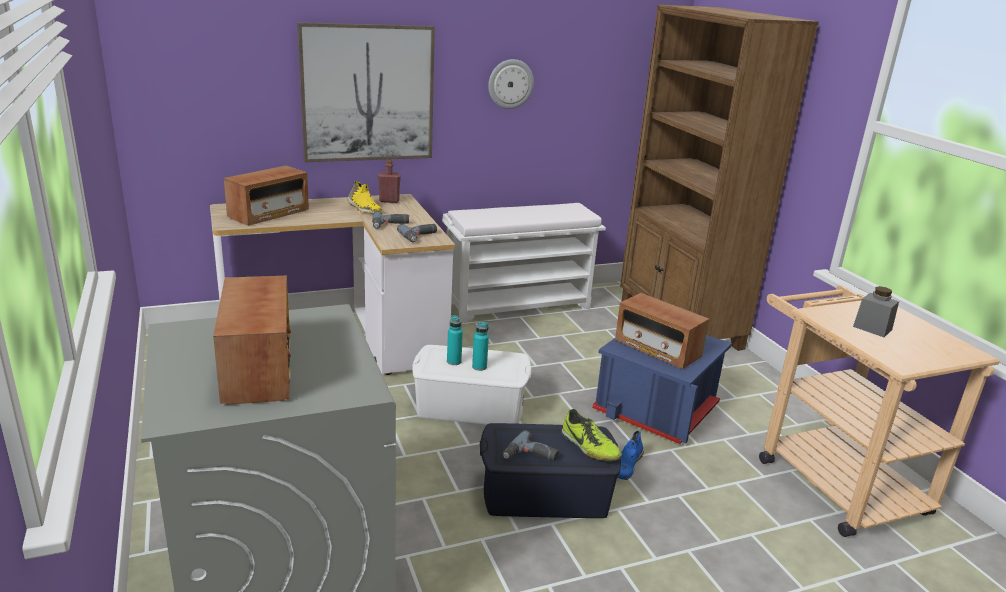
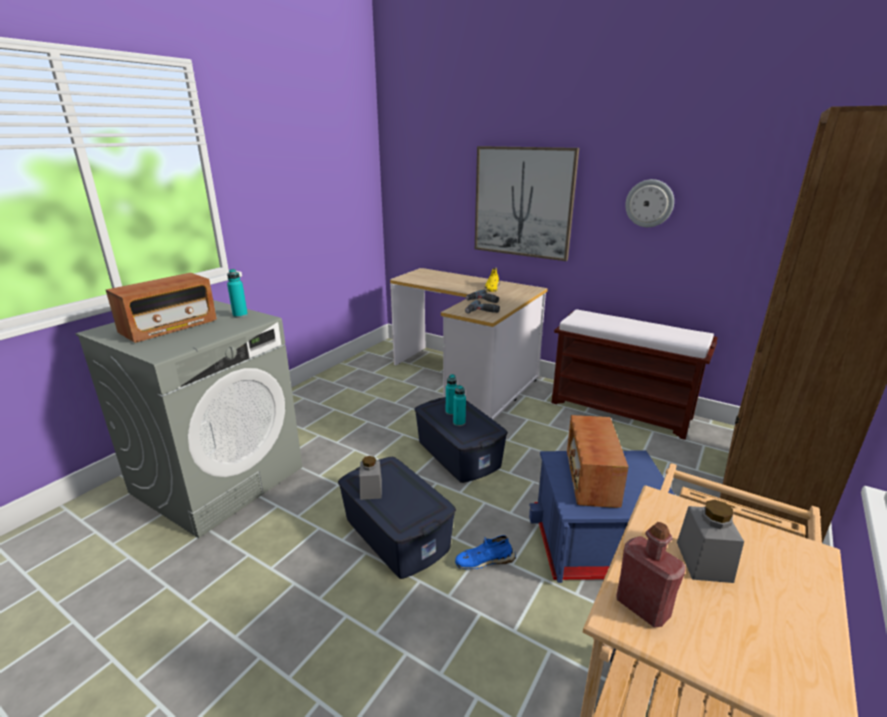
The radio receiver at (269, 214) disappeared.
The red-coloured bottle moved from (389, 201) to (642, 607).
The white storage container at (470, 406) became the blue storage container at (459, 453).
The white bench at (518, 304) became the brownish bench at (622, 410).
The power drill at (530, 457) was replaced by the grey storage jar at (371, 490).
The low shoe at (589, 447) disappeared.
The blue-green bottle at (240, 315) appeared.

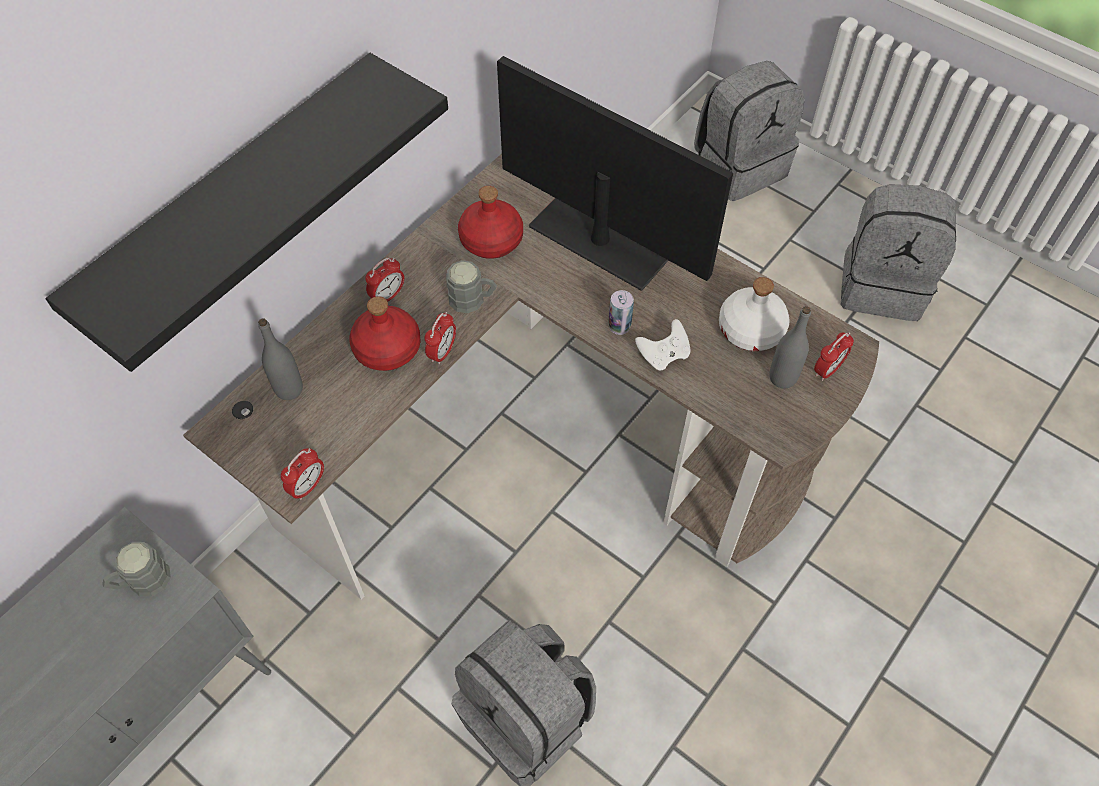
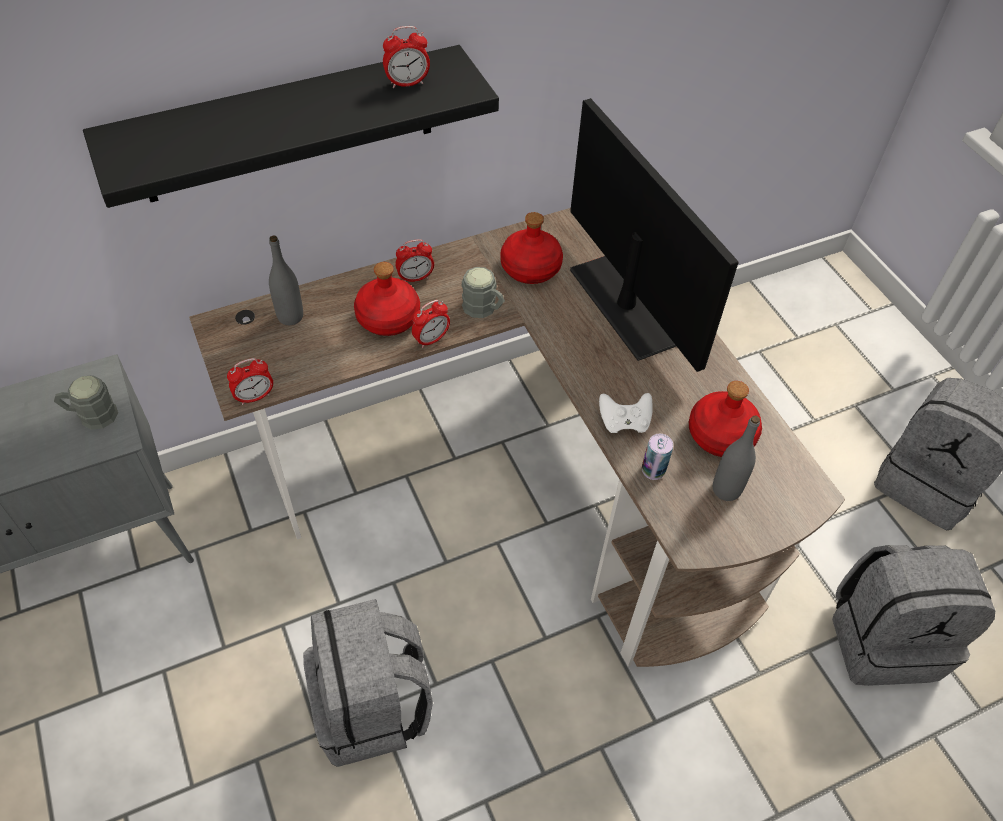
The can moved from (619, 326) to (653, 470).
The grey backpack moved from (739, 166) to (883, 638).
The white bottle at (751, 330) became the red-coloured bottle at (720, 436).
The table clock moved from (827, 370) to (407, 83).

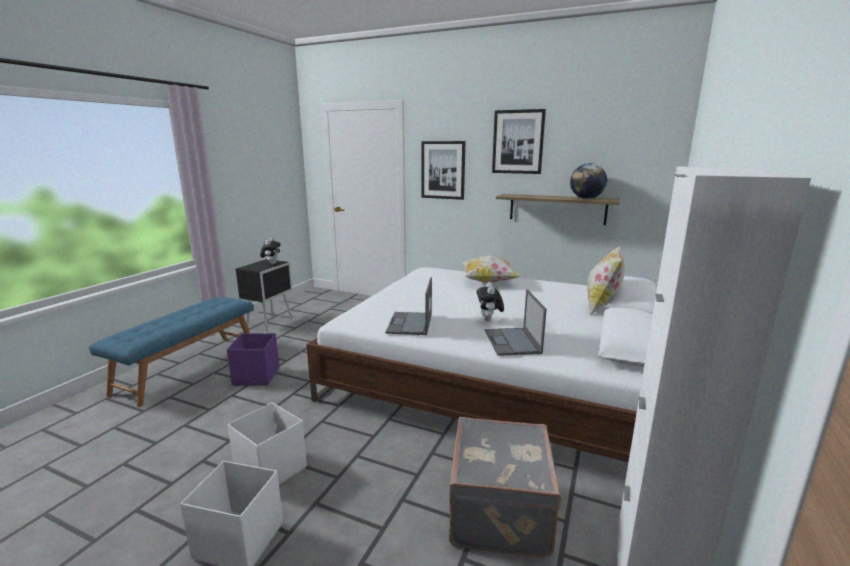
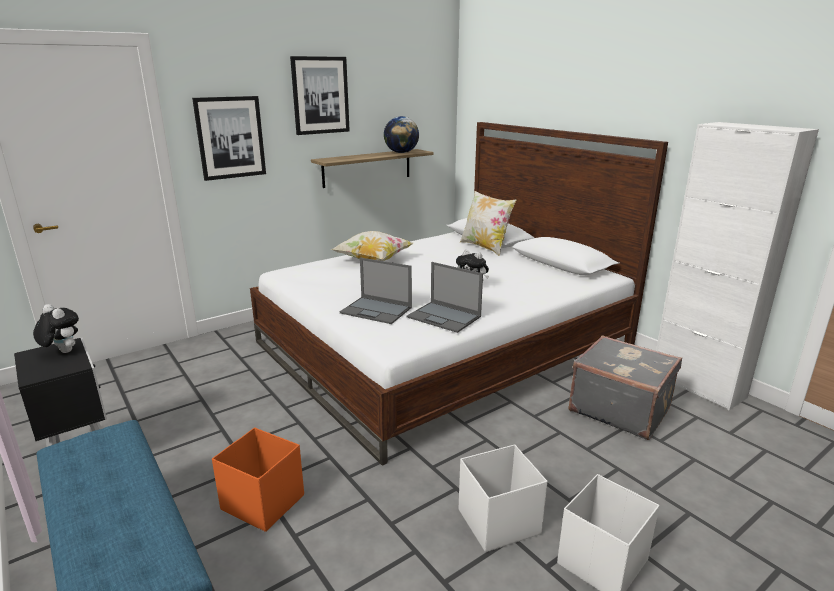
The purple-coloured storage container at (257, 376) became the orange storage container at (262, 502).
The laptop moved from (512, 342) to (377, 310).

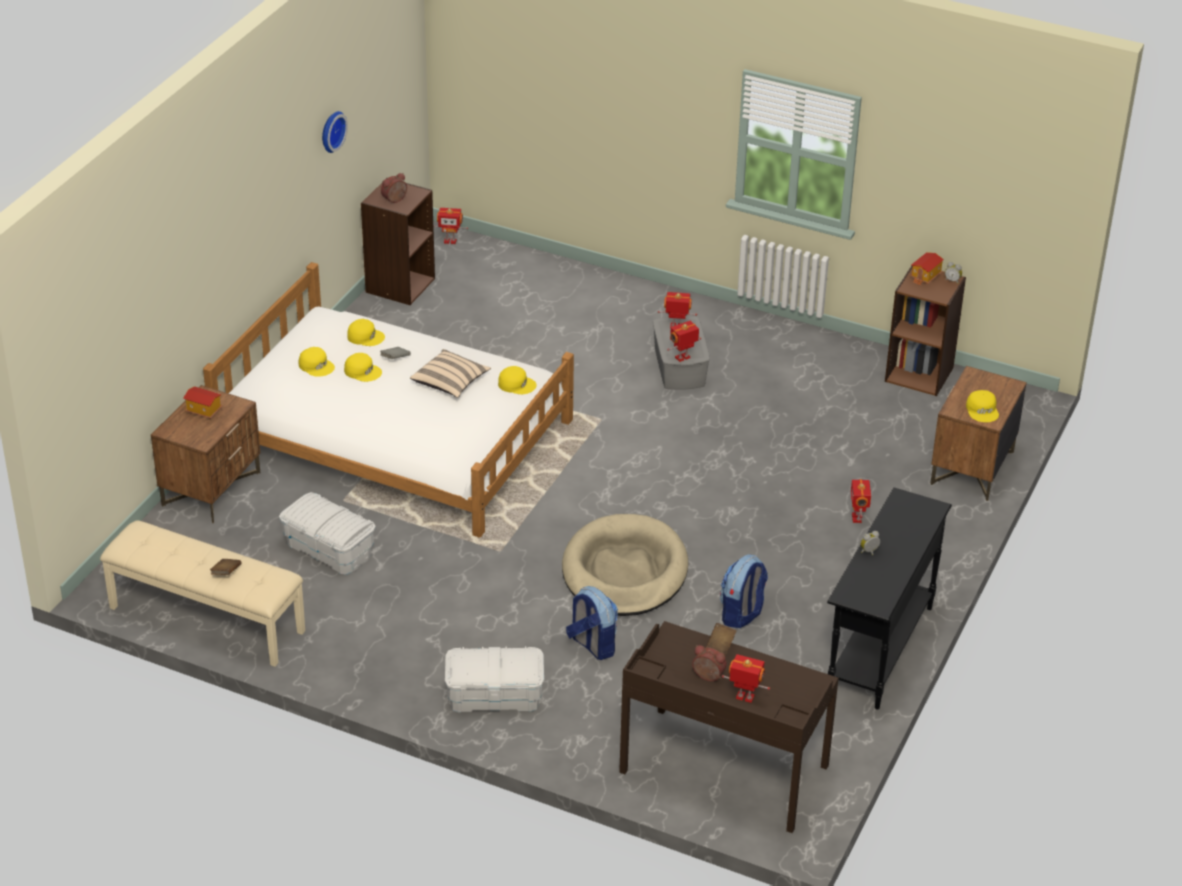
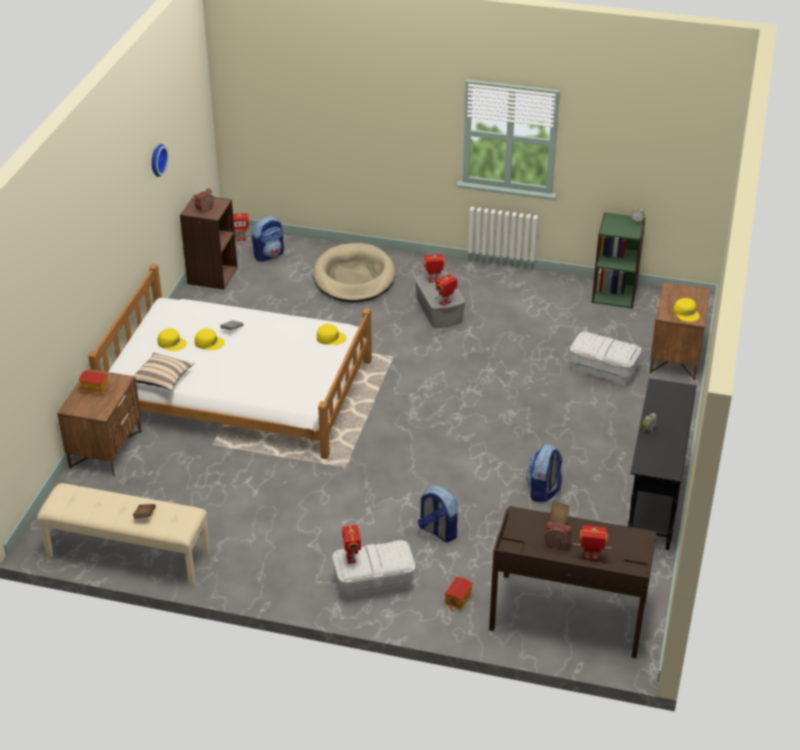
The white storage container moved from (328, 549) to (603, 370).
The yellow cap at (365, 336) disappeared.
The sand-coloured pillow moved from (450, 383) to (163, 379).
The sand-coloured dog cushion moved from (624, 571) to (354, 277).
The robot figure moved from (857, 518) to (351, 558).
The brownish bookshelf at (919, 374) became the green-coloured bookshelf at (614, 294).
The model house moved from (926, 277) to (458, 600).
The backpack at (269, 255) appeared.

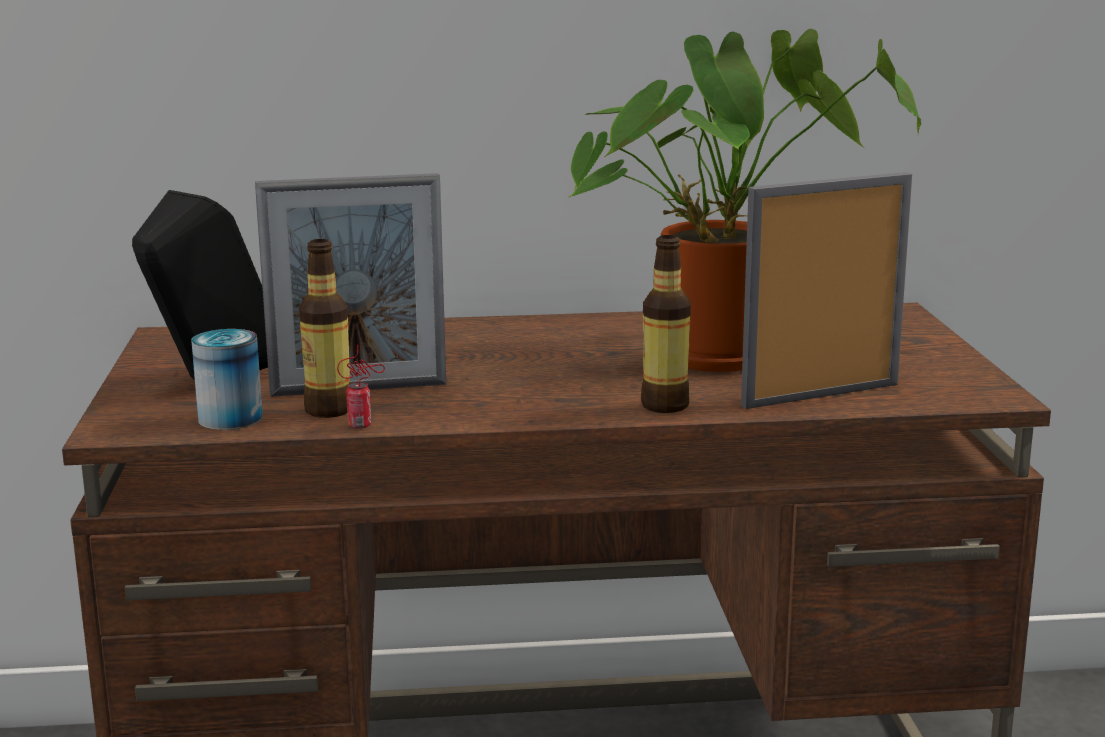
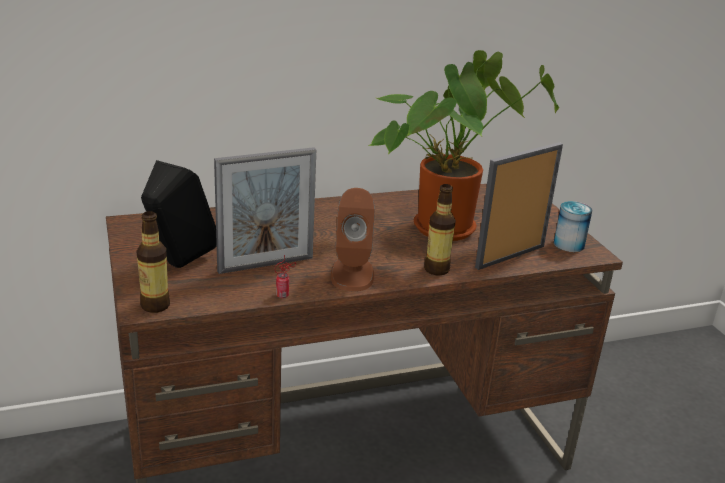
The can moved from (230, 418) to (569, 244).
The bottle moved from (329, 410) to (155, 305).
The brownish loudspeaker at (352, 274) appeared.

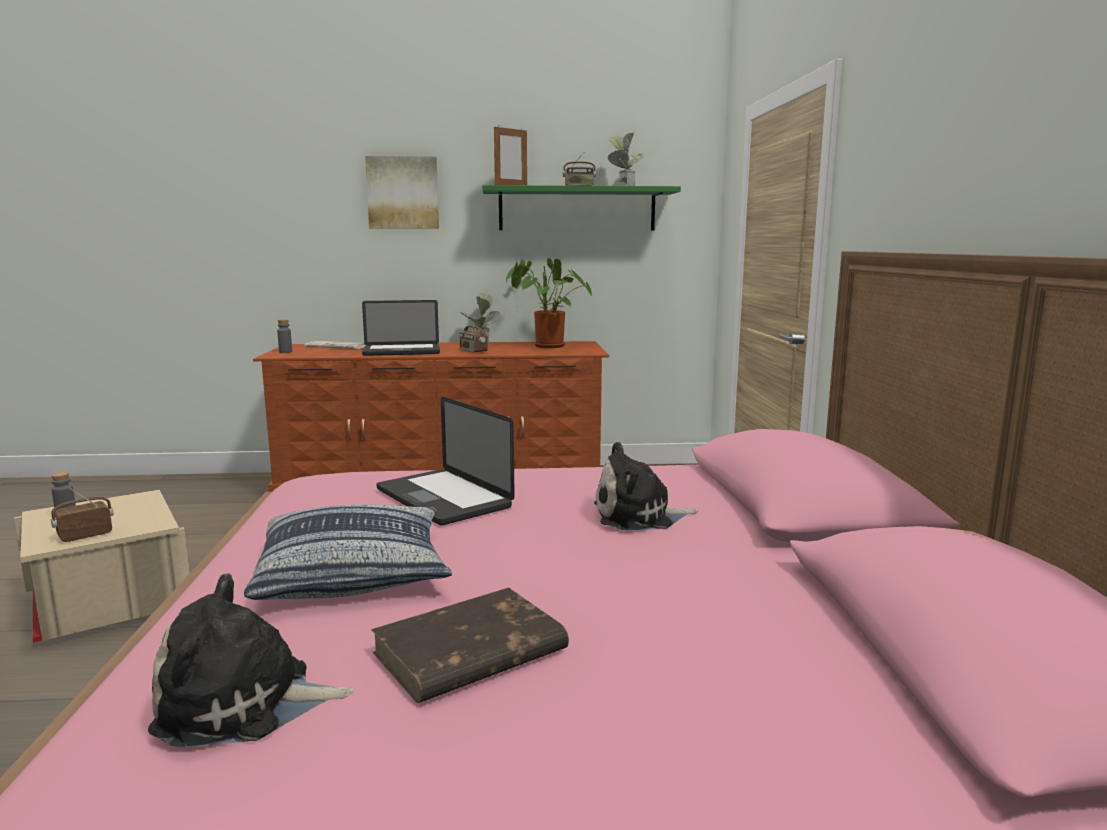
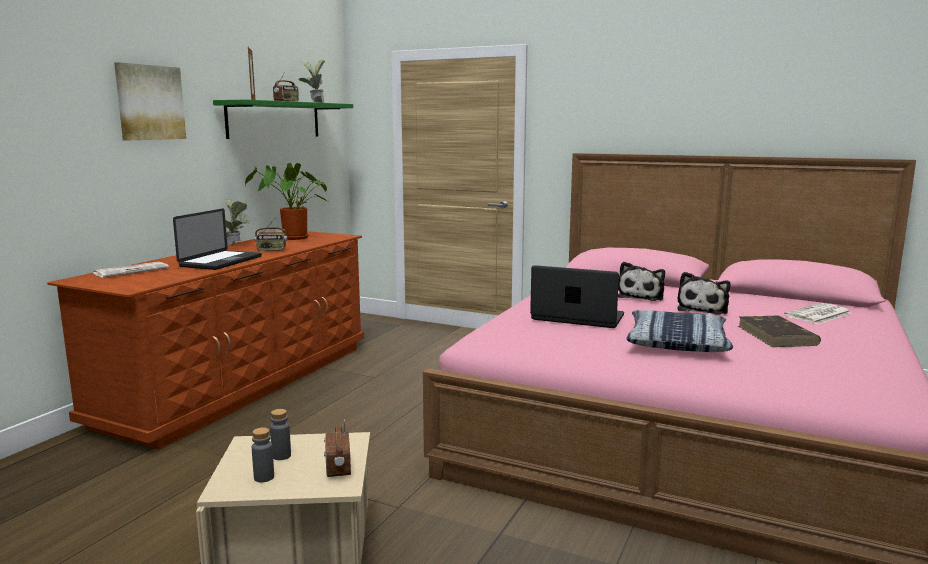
The soft toy moved from (244, 703) to (703, 309).
The grey bottle moved from (285, 352) to (281, 456).
The laptop at (443, 498) turned 150 degrees counterclockwise.
The daily paper at (818, 315) appeared.

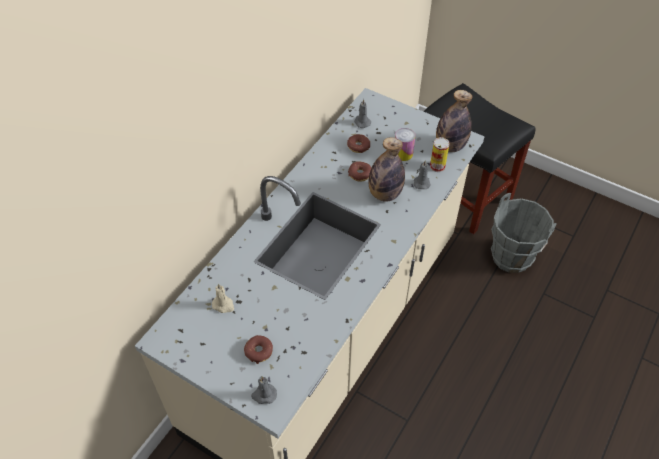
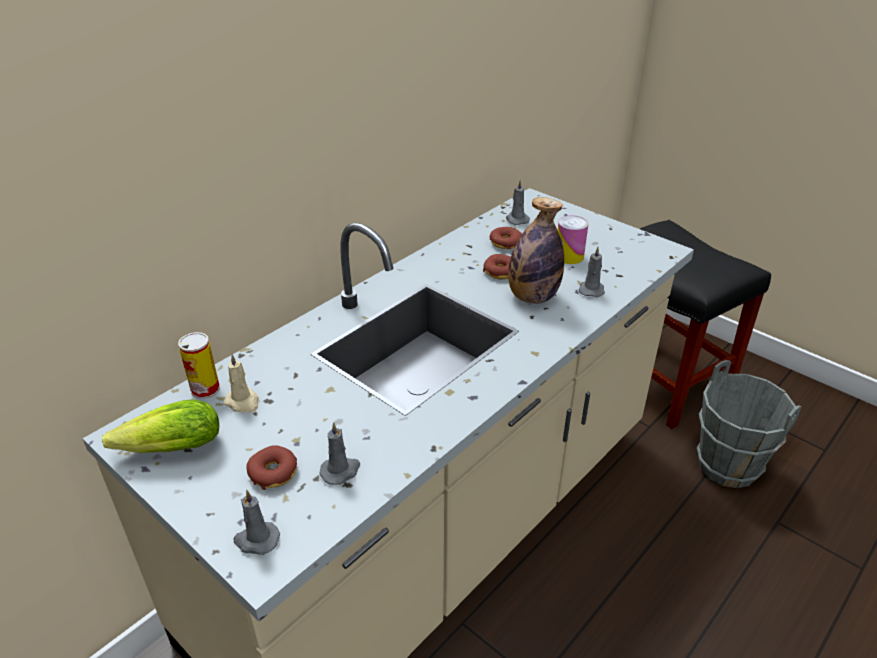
The can moved from (437, 166) to (205, 389).
The bottle at (450, 146) disappeared.
The lettuce at (167, 450) appeared.
The grey candle at (341, 471) appeared.

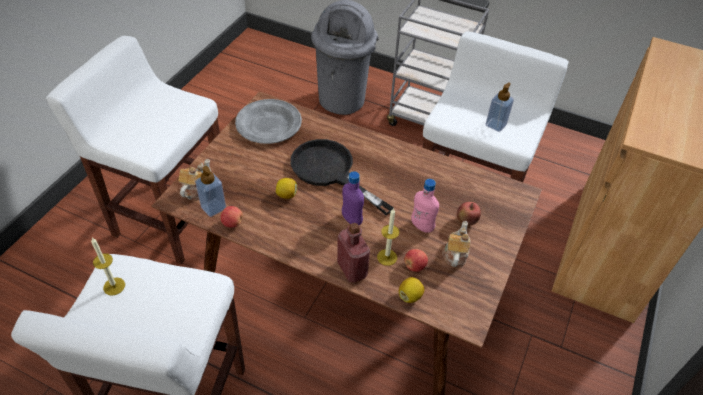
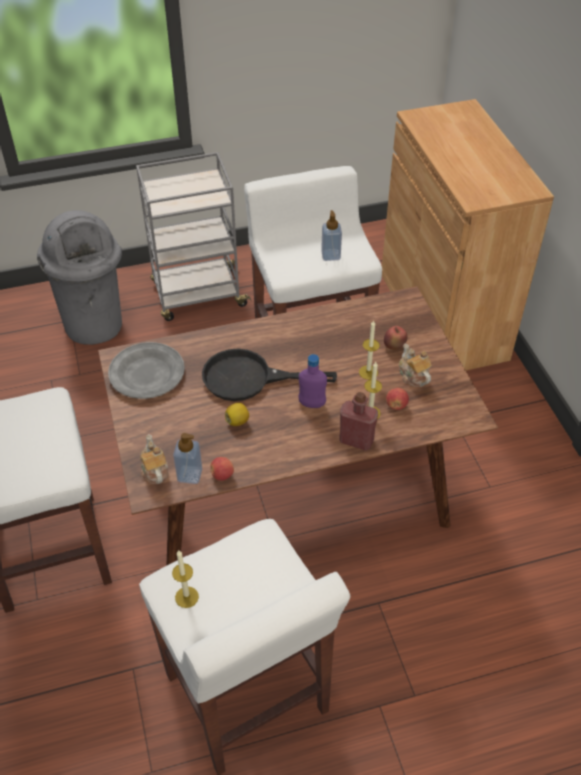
The citrus fruit at (410, 296) disappeared.
The pinkish bottle at (422, 226) was replaced by the candle at (368, 372).

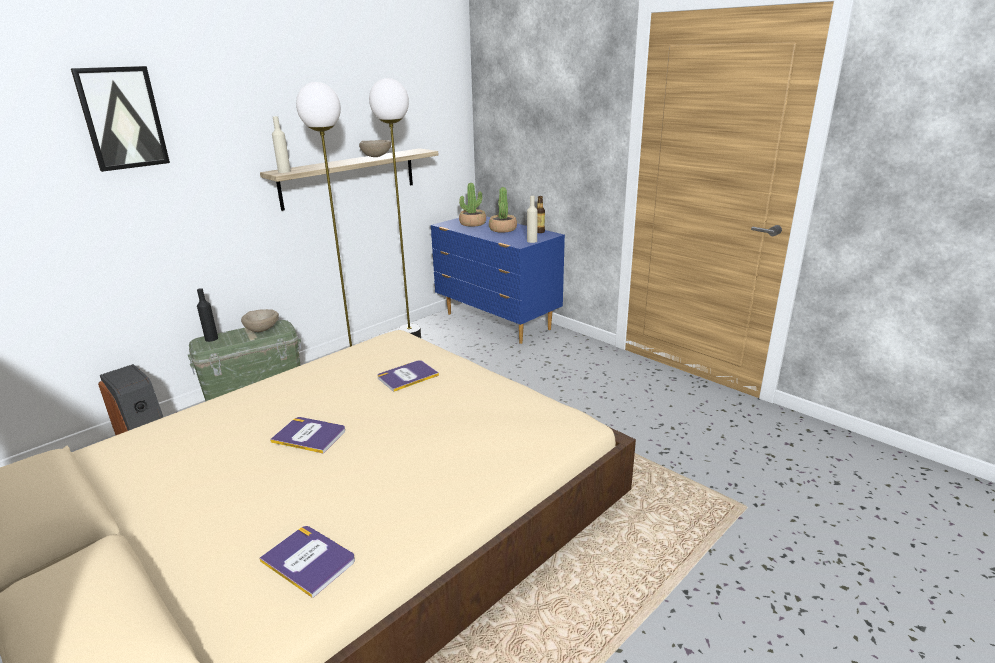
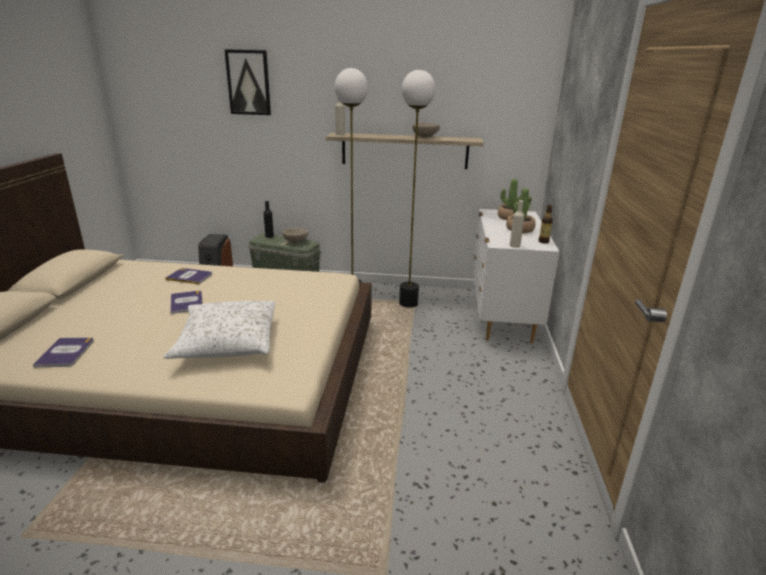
The book moved from (407, 376) to (190, 277).
The blue chest of drawers at (497, 322) became the white chest of drawers at (502, 316).
The white pillow at (227, 342) appeared.

